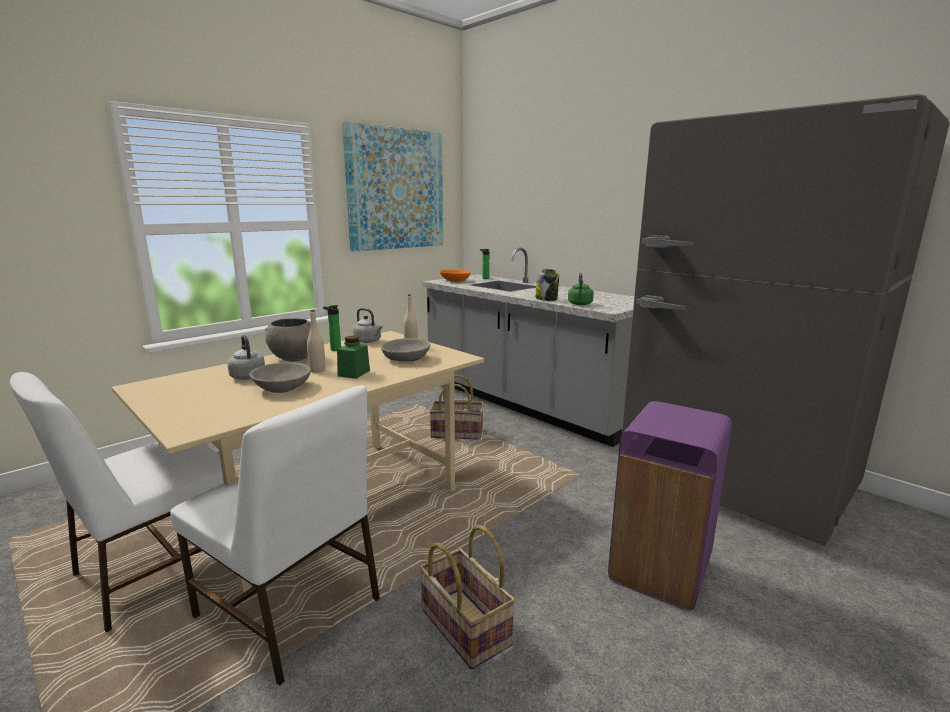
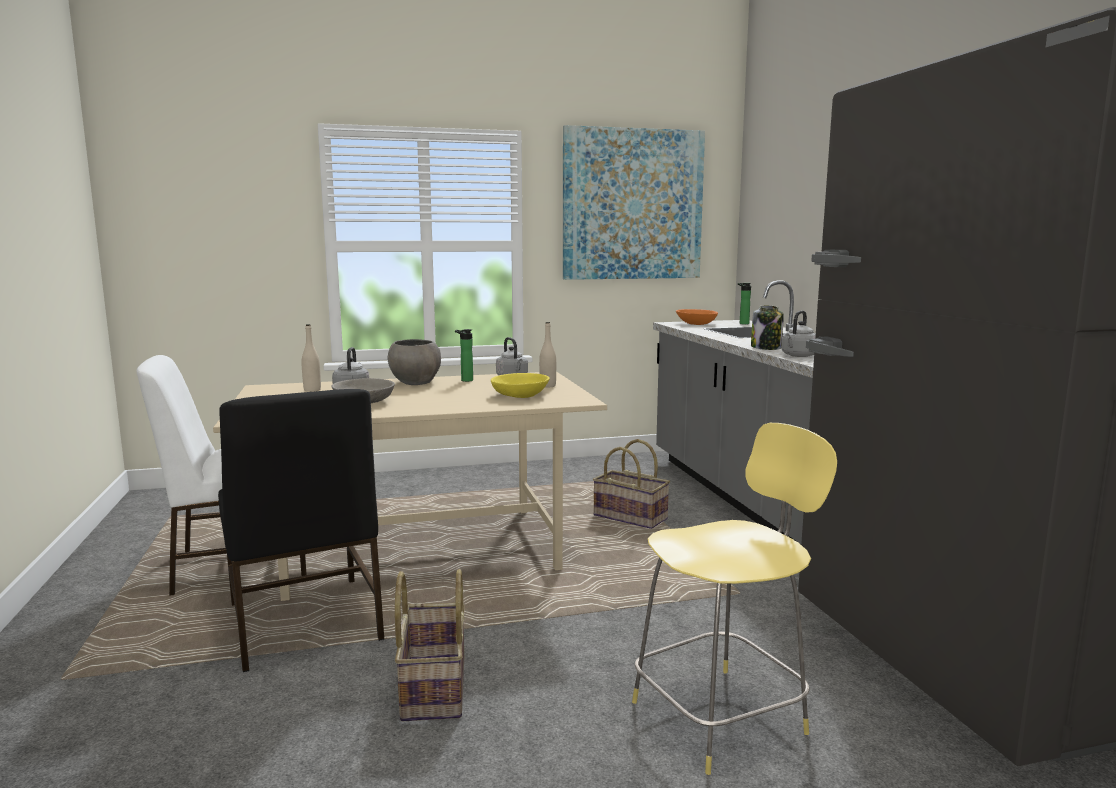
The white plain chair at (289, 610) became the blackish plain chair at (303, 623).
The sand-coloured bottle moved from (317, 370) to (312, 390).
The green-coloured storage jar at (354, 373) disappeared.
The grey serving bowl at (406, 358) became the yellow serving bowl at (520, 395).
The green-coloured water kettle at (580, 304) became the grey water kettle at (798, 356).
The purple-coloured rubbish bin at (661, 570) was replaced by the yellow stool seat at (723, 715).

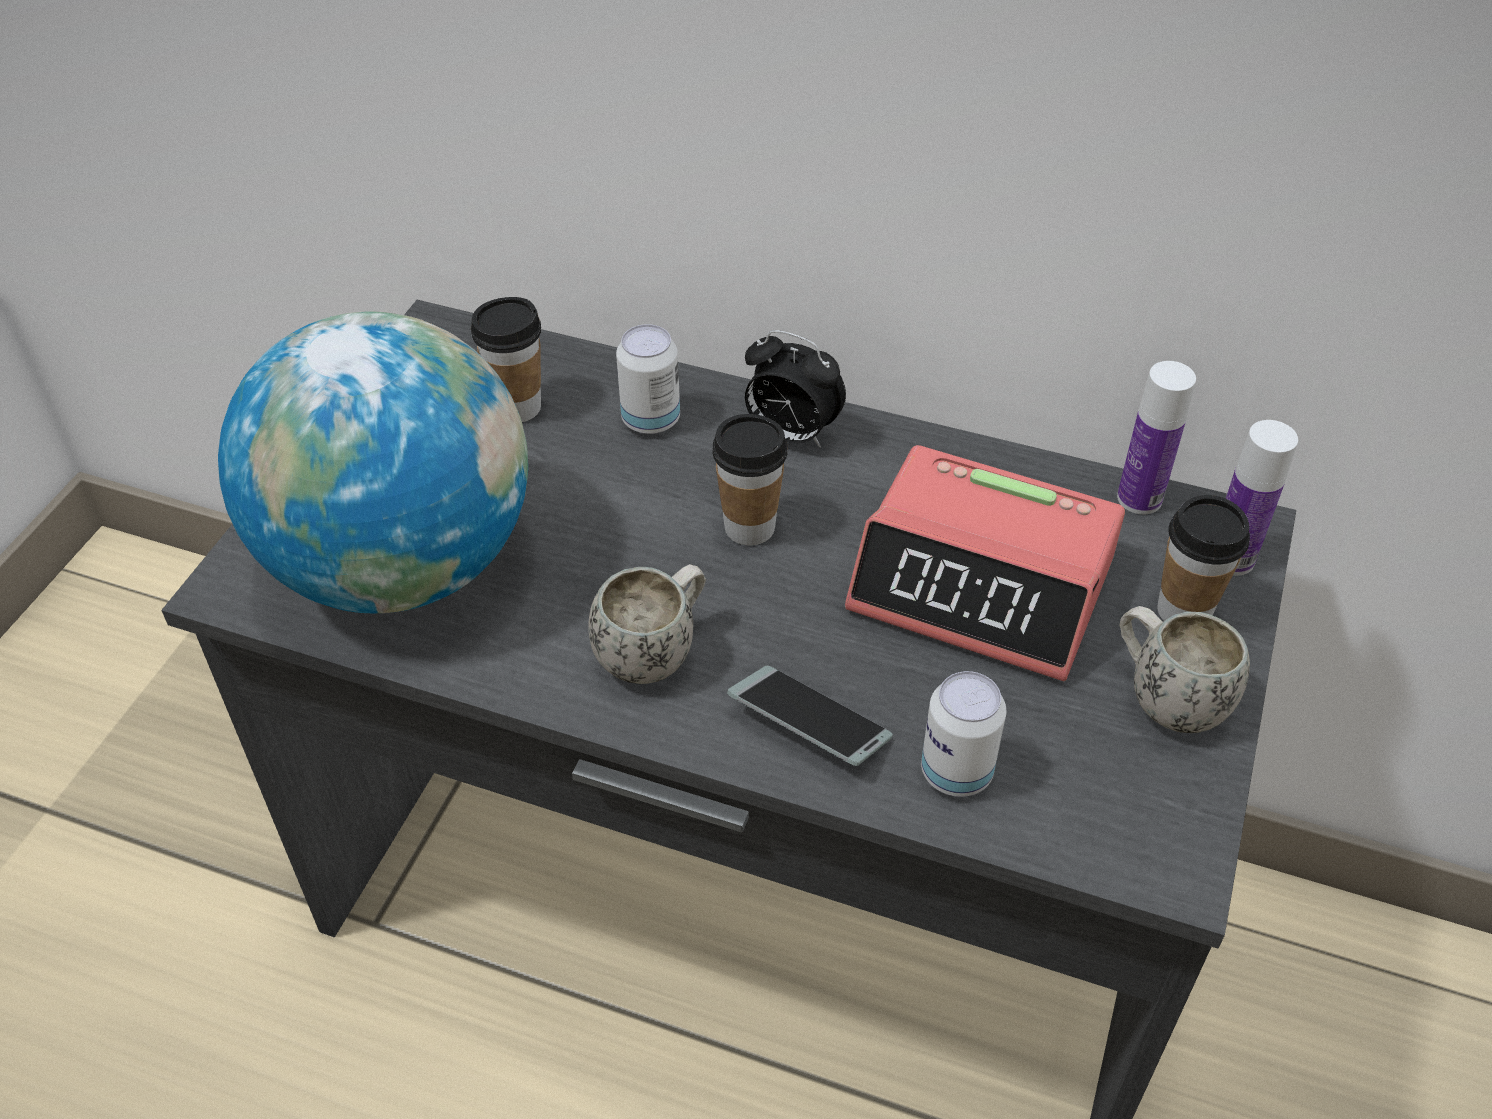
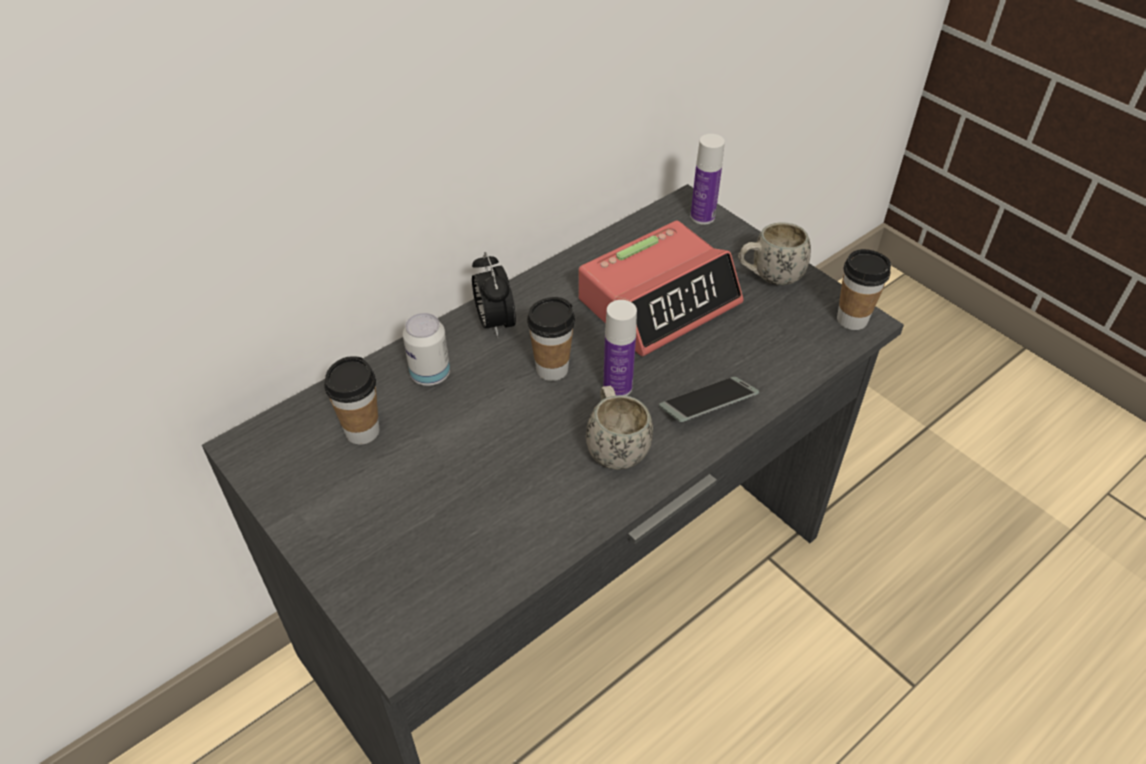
The desk globe at (402, 564) disappeared.
The table clock at (790, 434) turned 105 degrees clockwise.
The can at (956, 772) disappeared.
The bottle moved from (1139, 498) to (617, 387).
The small cup moved from (1184, 611) to (852, 319).

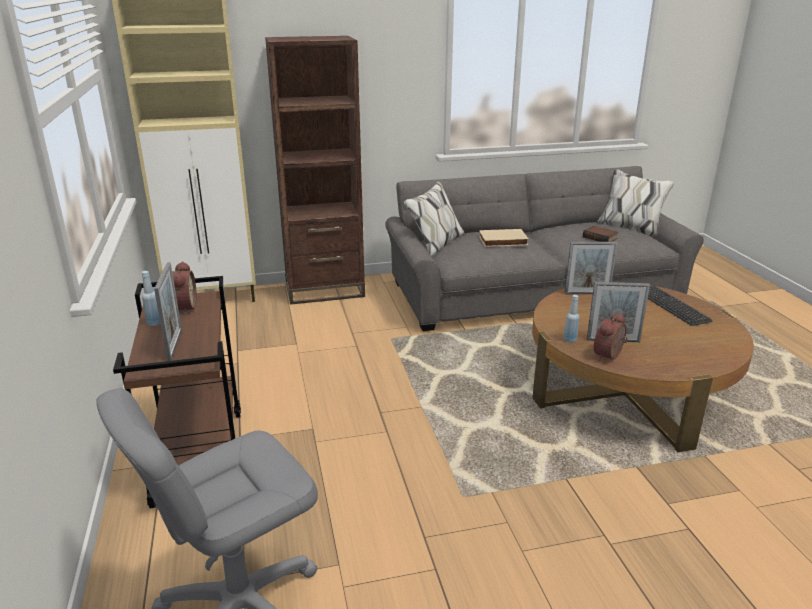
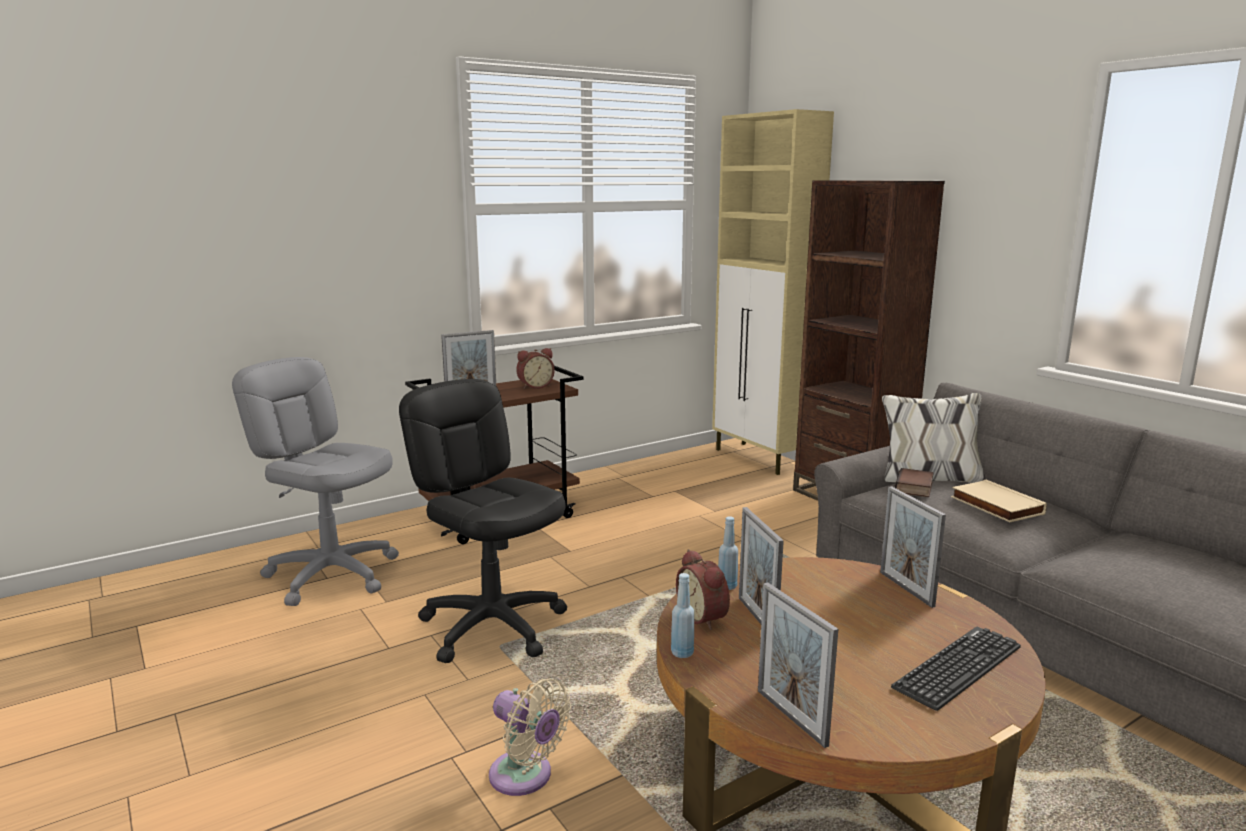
The blue bottle moved from (154, 323) to (682, 653).
The book moved from (600, 237) to (915, 488).
The table clock at (610, 356) turned 135 degrees counterclockwise.
The blackish desk chair at (493, 626) appeared.
The sand-coloured fan at (525, 777) appeared.
The photo frame at (791, 717) appeared.

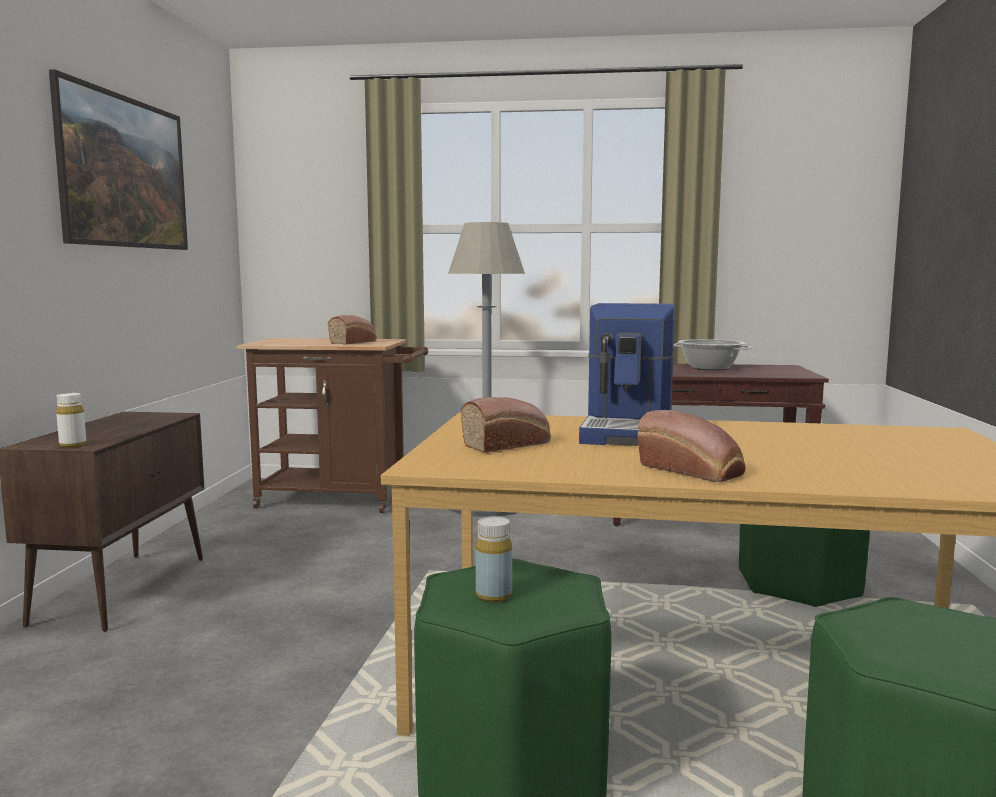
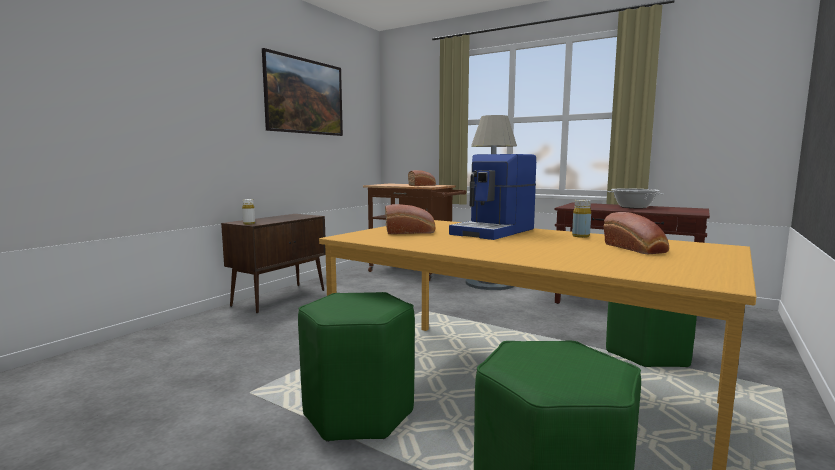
The yellow bottle moved from (493, 595) to (580, 236).
The baked bread moved from (693, 471) to (636, 249).

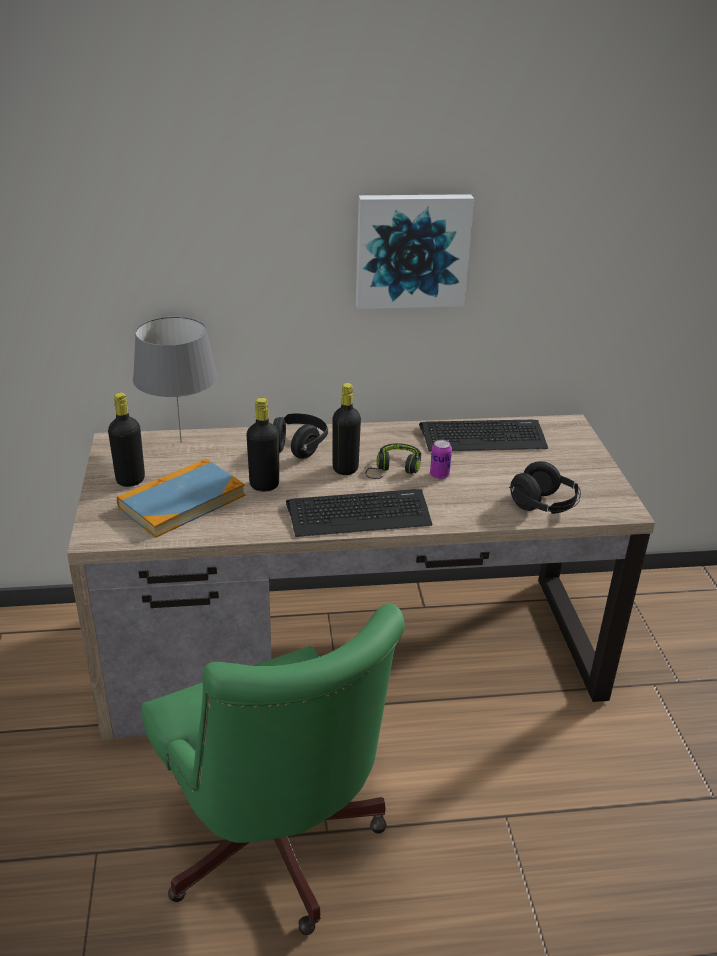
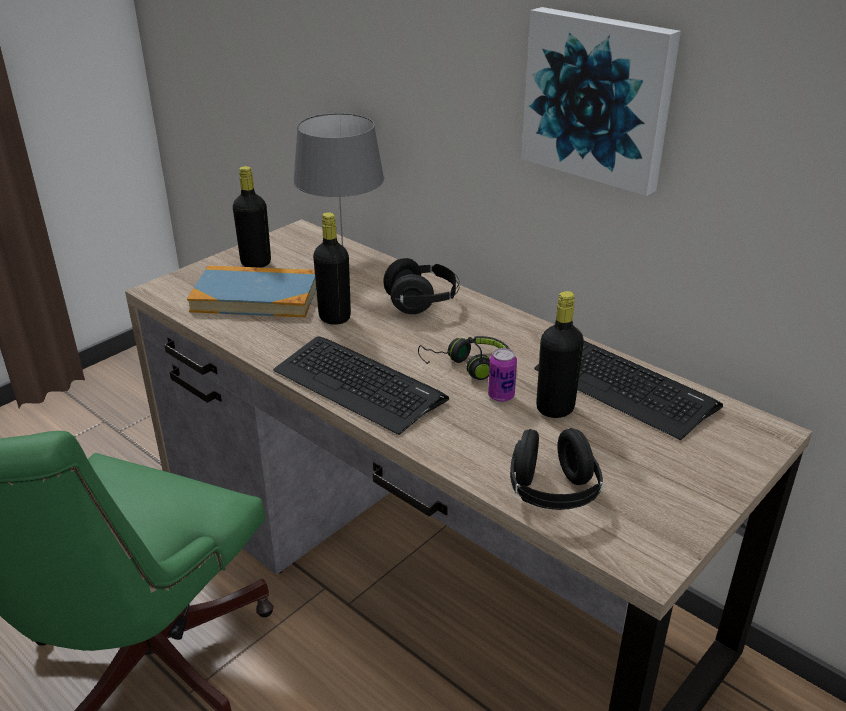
The blackish bottle moved from (345, 468) to (555, 408).

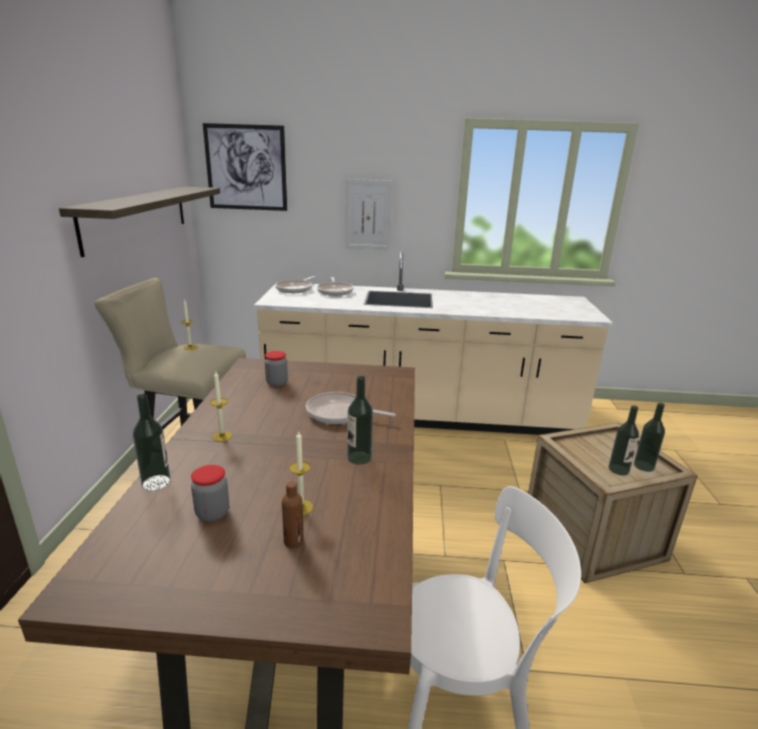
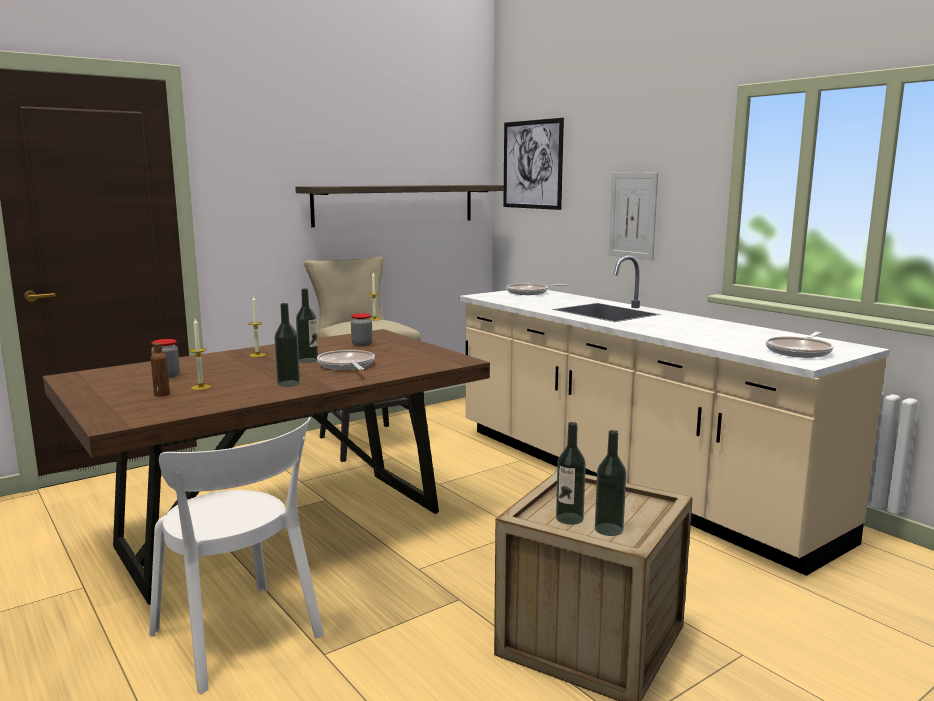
The bottle moved from (156, 483) to (308, 360).
The skillet moved from (335, 291) to (800, 351).

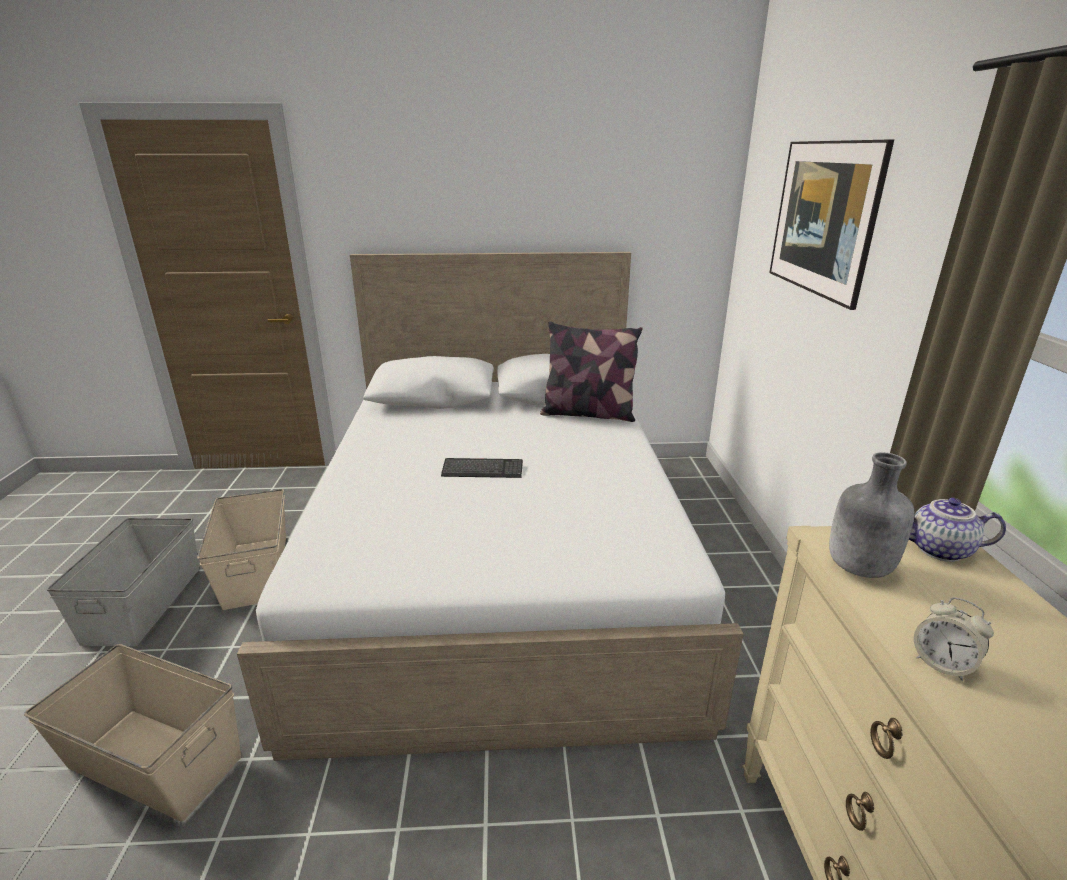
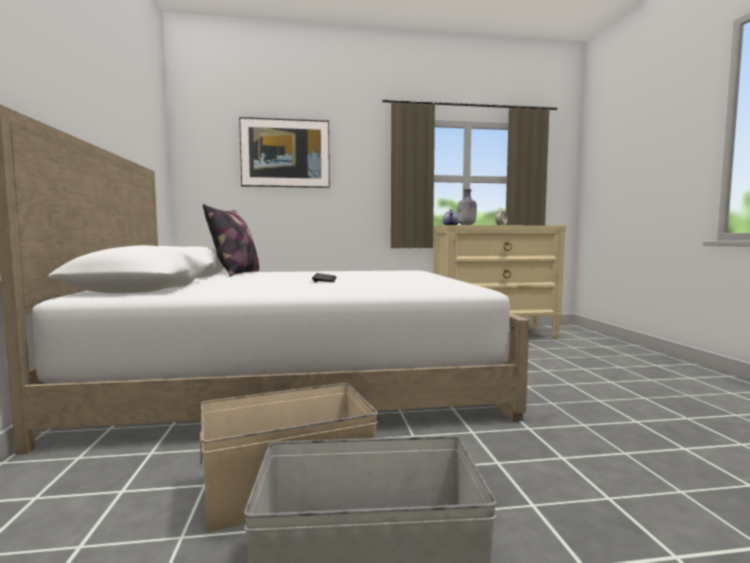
The sand-coloured storage container at (155, 760) disappeared.

